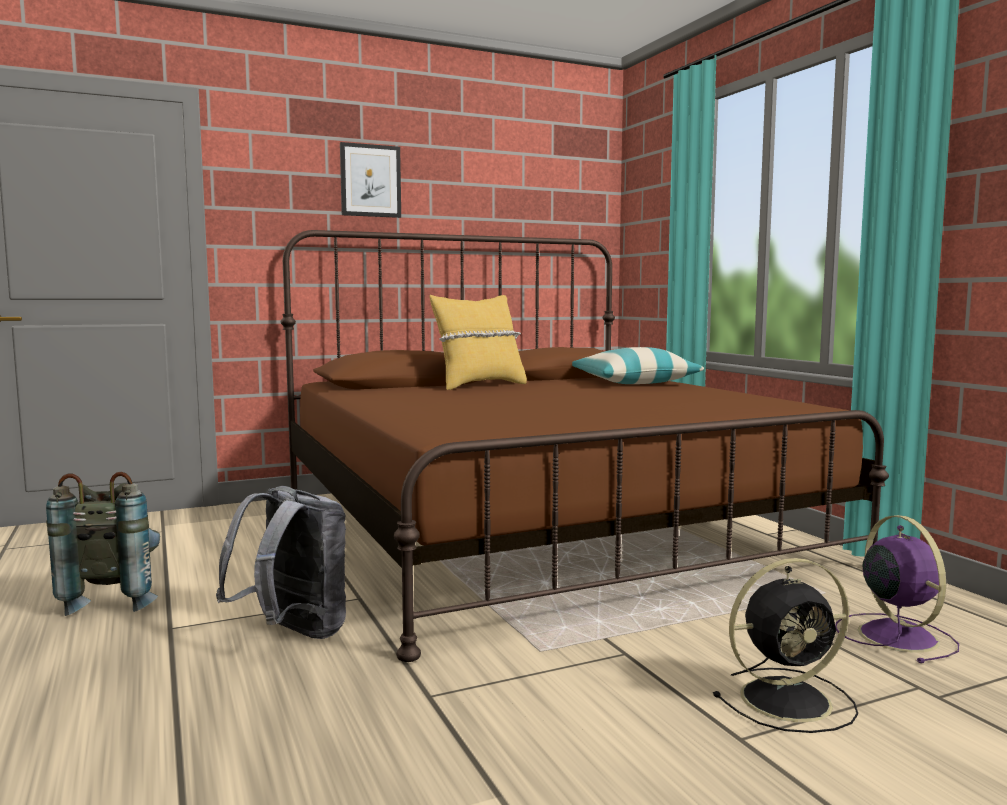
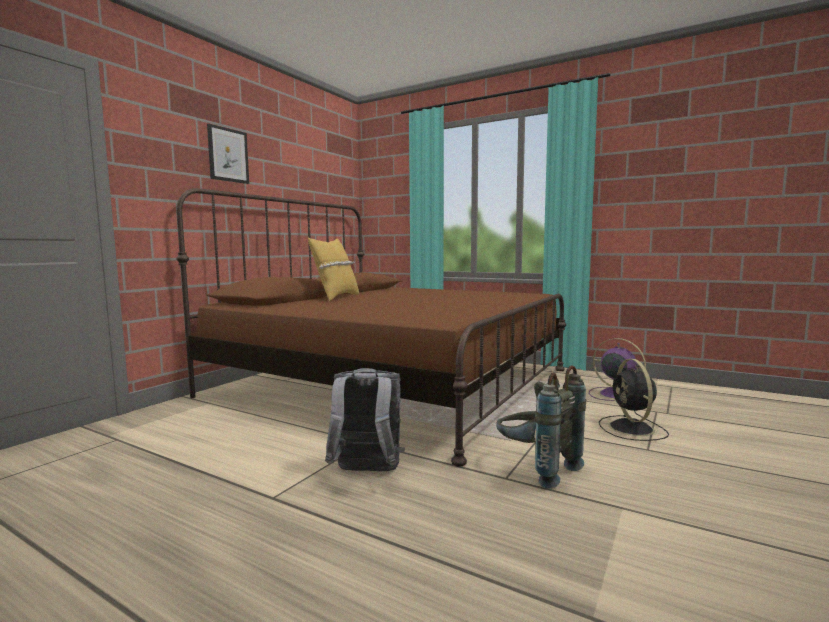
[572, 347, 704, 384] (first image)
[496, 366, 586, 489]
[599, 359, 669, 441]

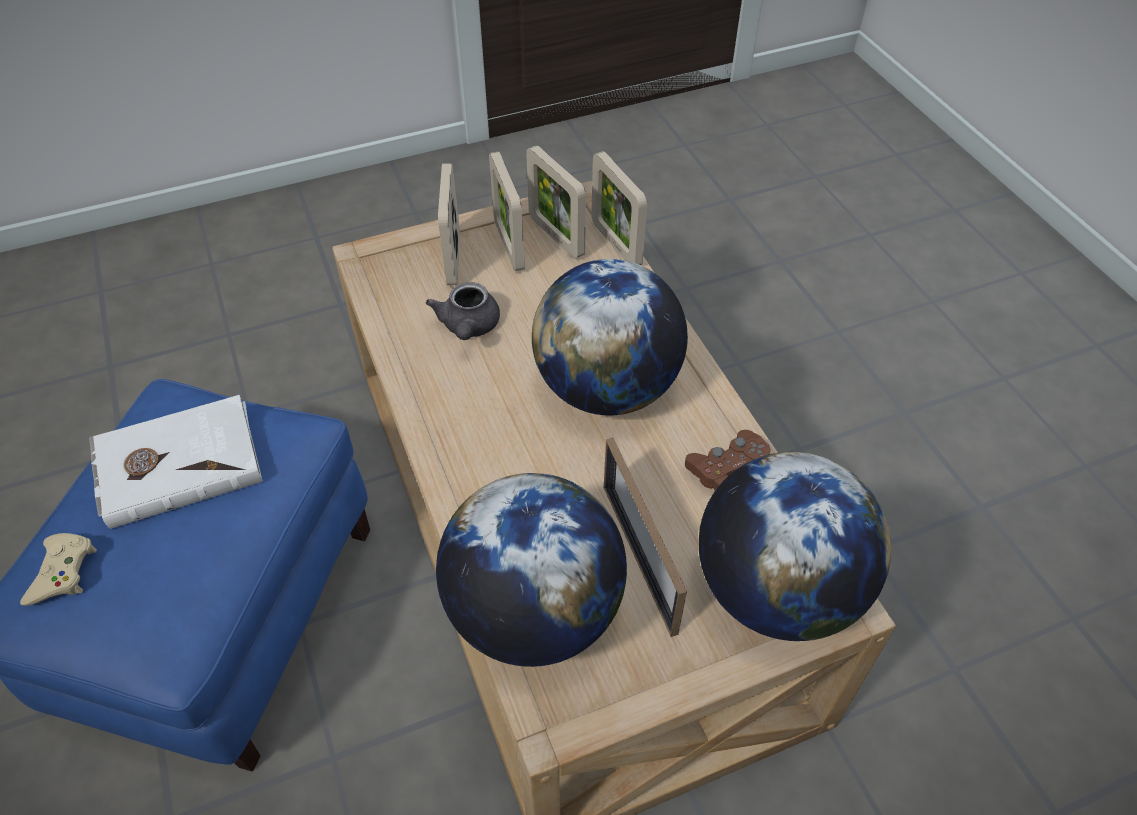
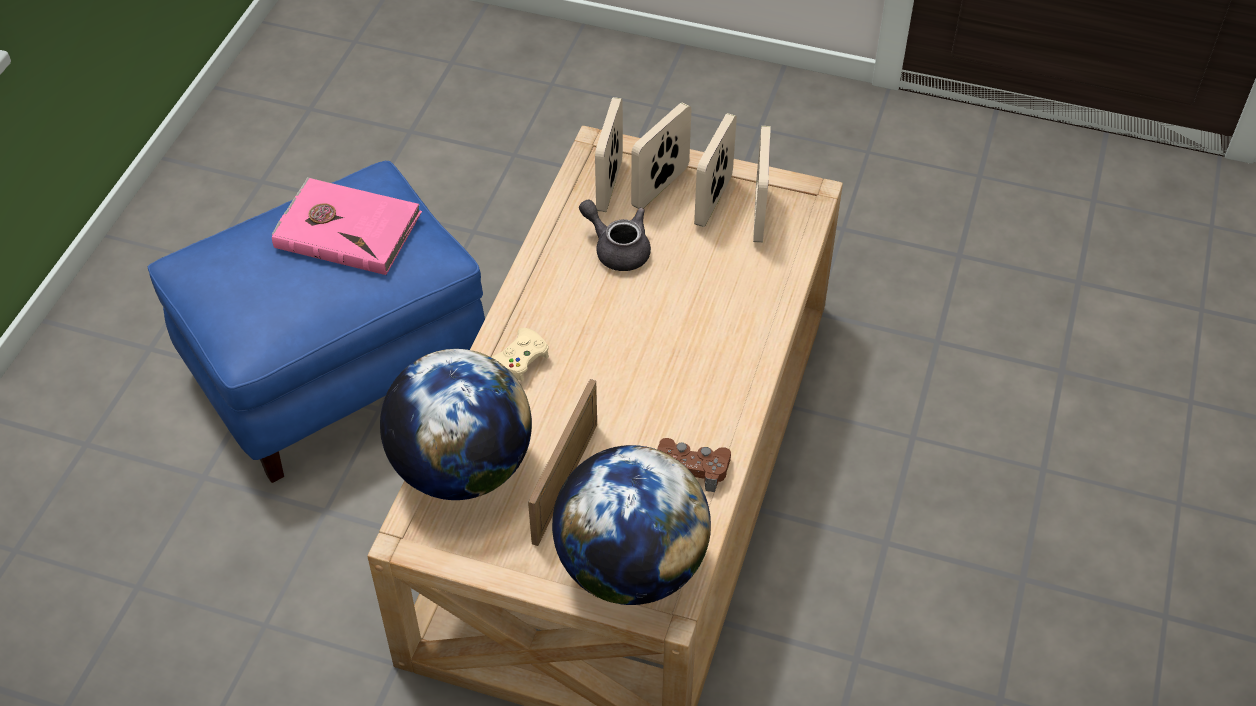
[595, 97, 623, 212]
[532, 259, 688, 415] (first image)
[579, 200, 651, 271]
[272, 177, 422, 275]
[492, 328, 549, 381]

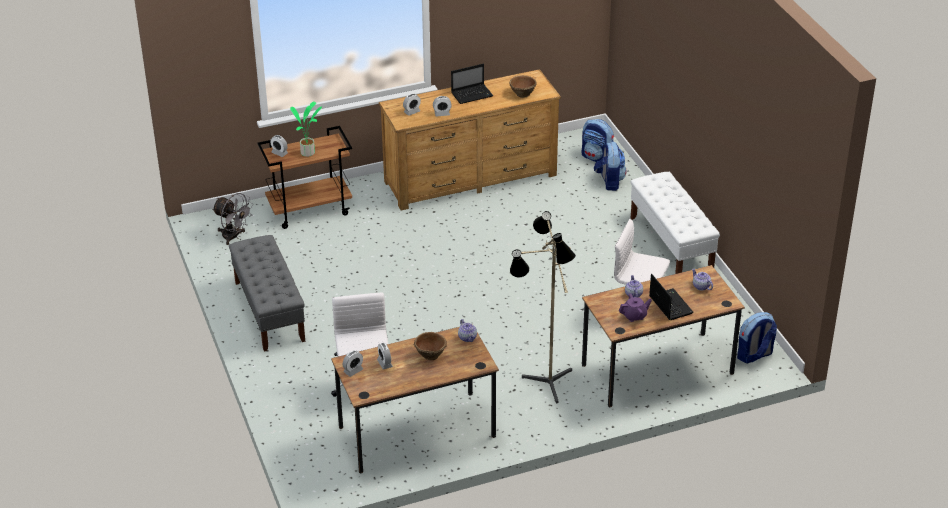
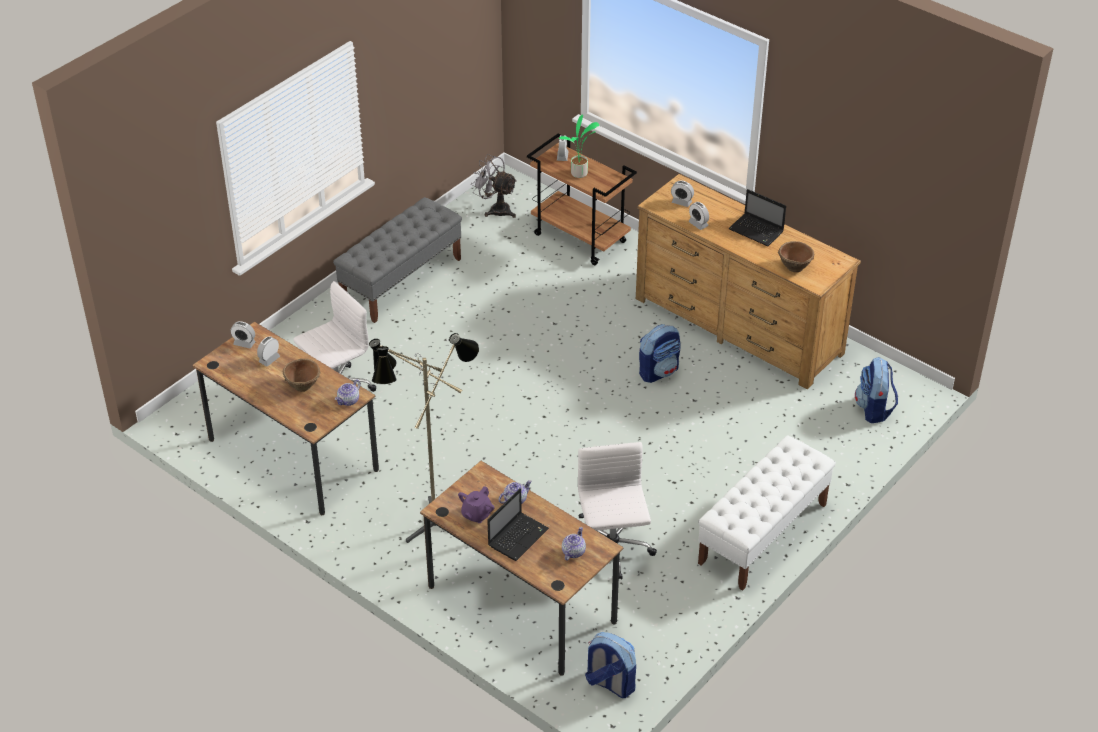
[639, 324, 681, 383]
[471, 154, 517, 218]
[458, 486, 495, 523]

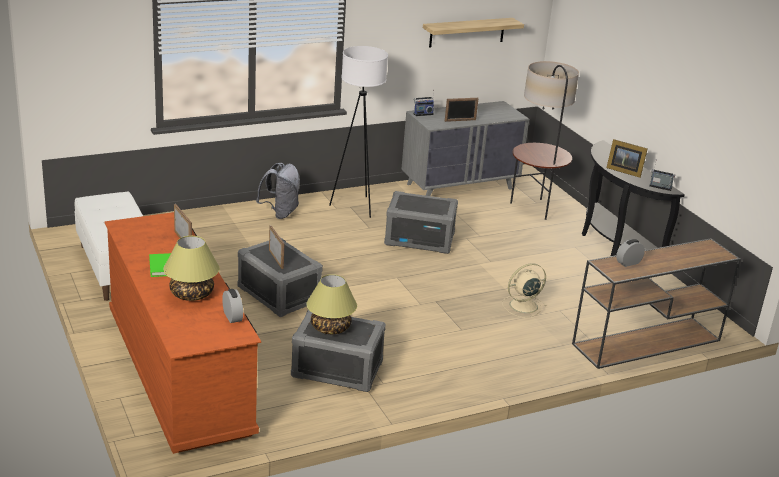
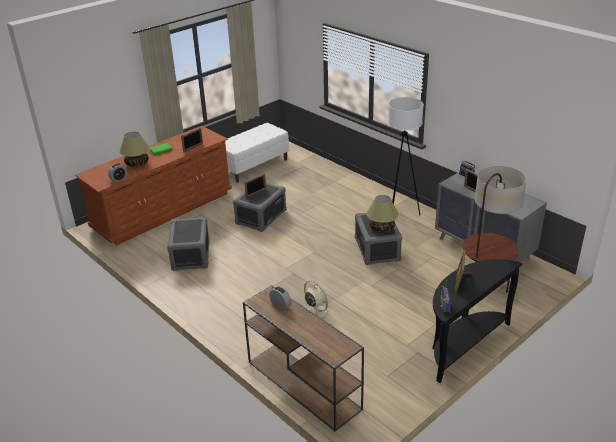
[423, 18, 524, 48] (first image)
[256, 163, 300, 219] (first image)
[366, 195, 398, 233]

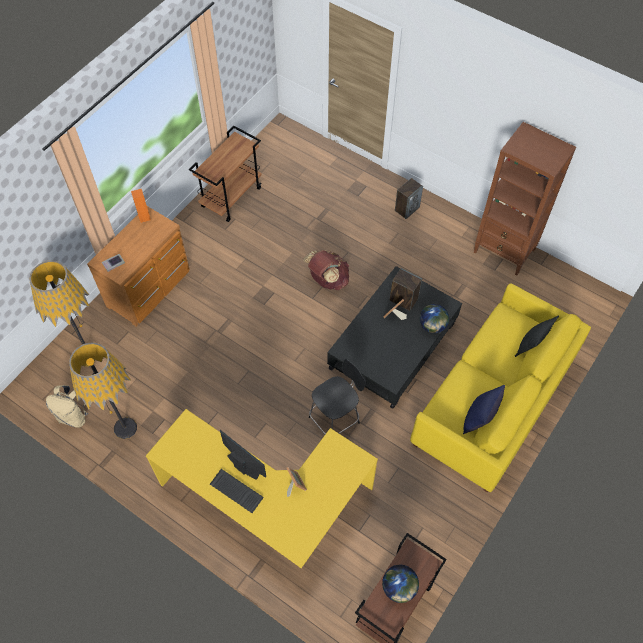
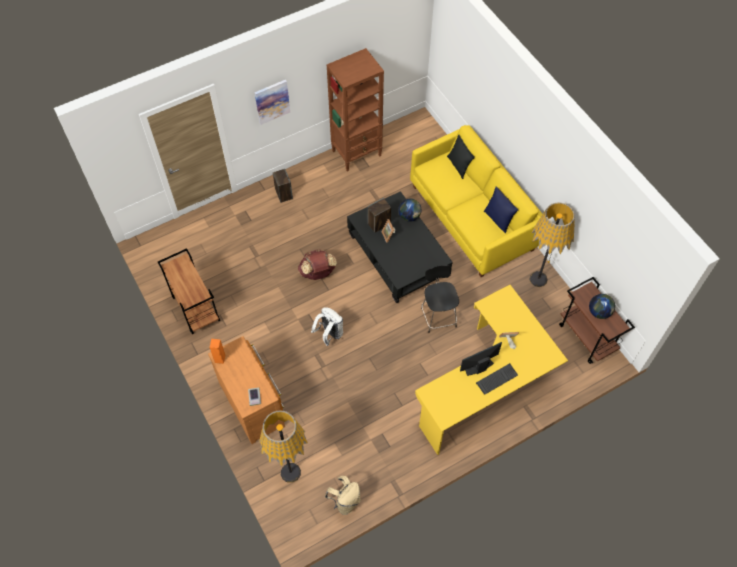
[529, 202, 575, 287]
[254, 80, 290, 125]
[311, 307, 343, 346]

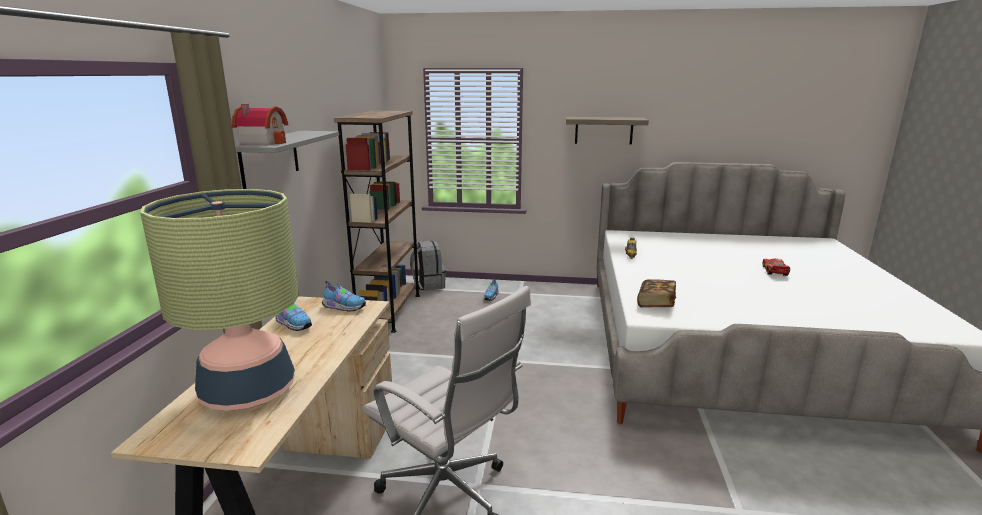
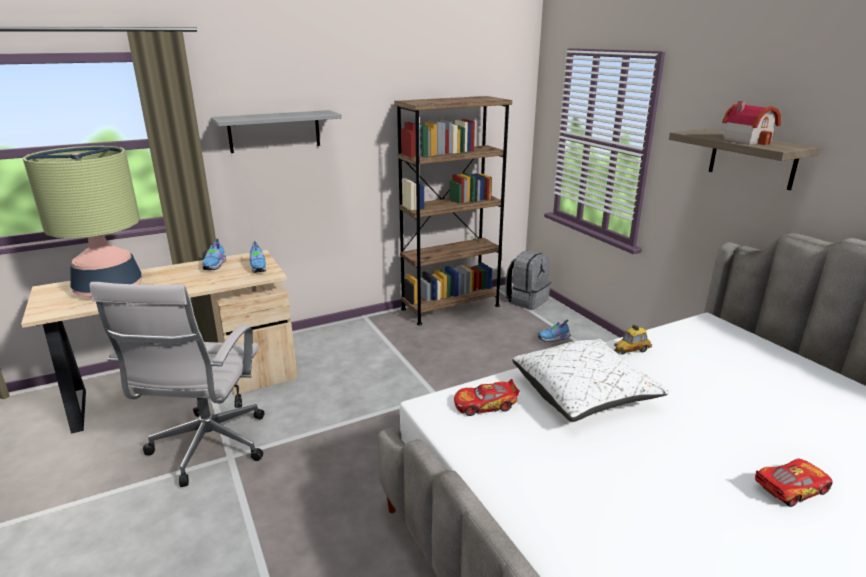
[722, 101, 781, 145]
[454, 379, 520, 416]
[512, 339, 669, 422]

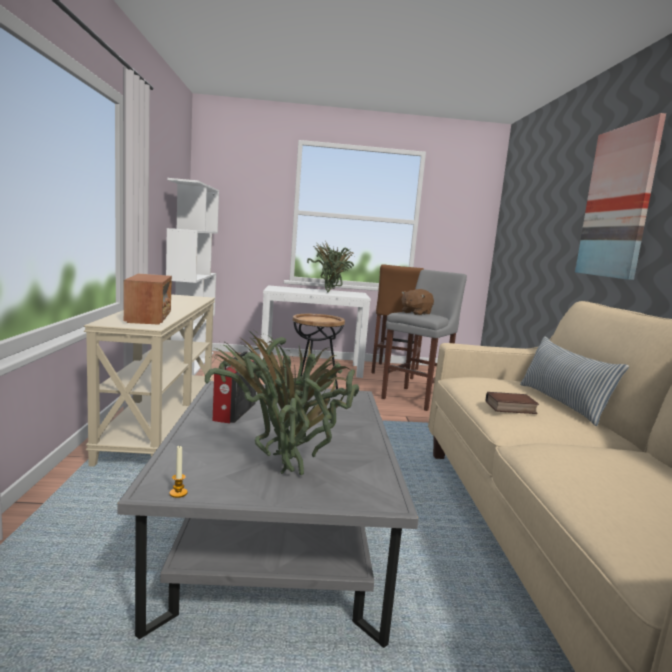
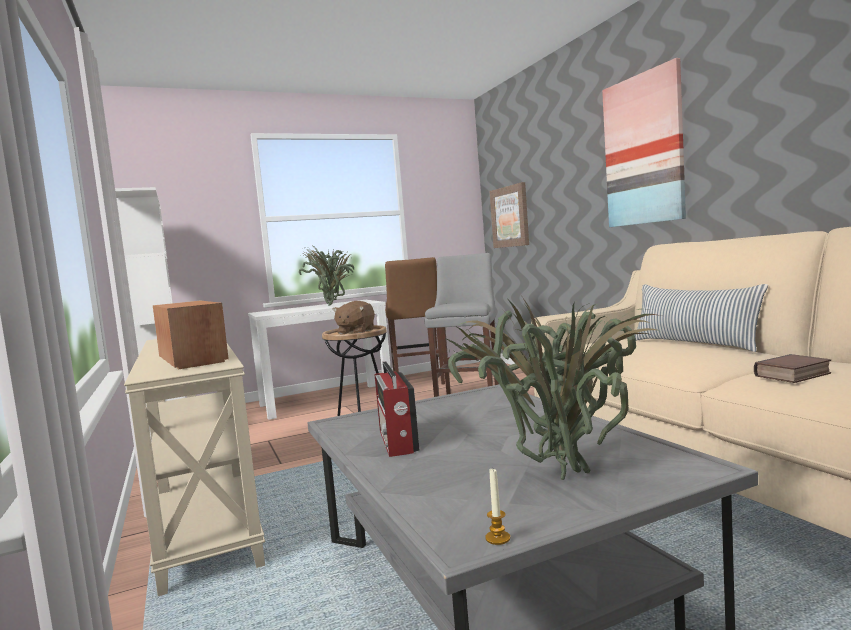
[332, 301, 375, 334]
[754, 354, 831, 383]
[489, 182, 529, 248]

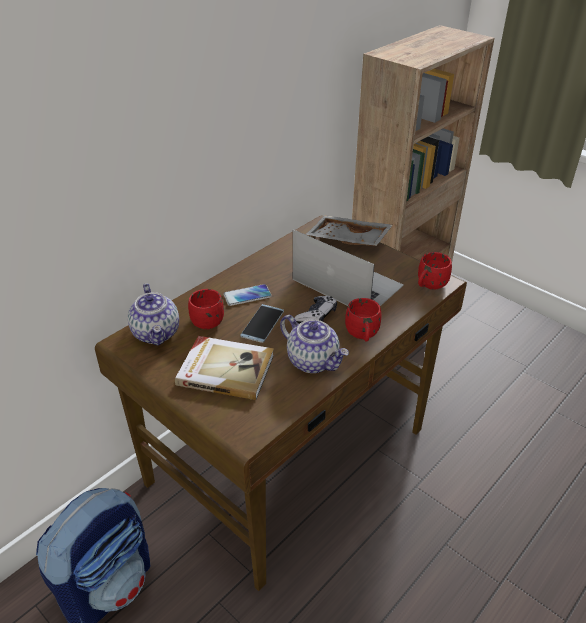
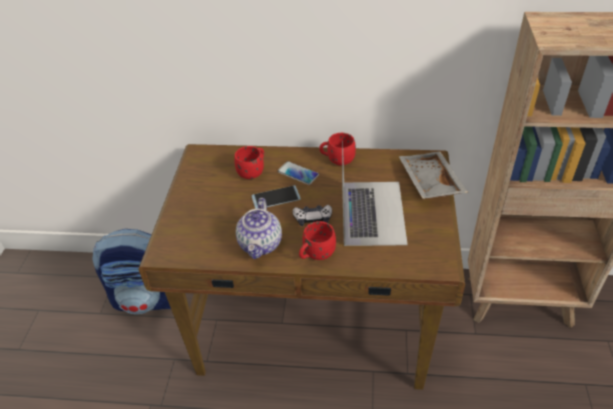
[319, 133, 356, 166]
[128, 283, 179, 346] (first image)
[175, 336, 274, 400] (first image)

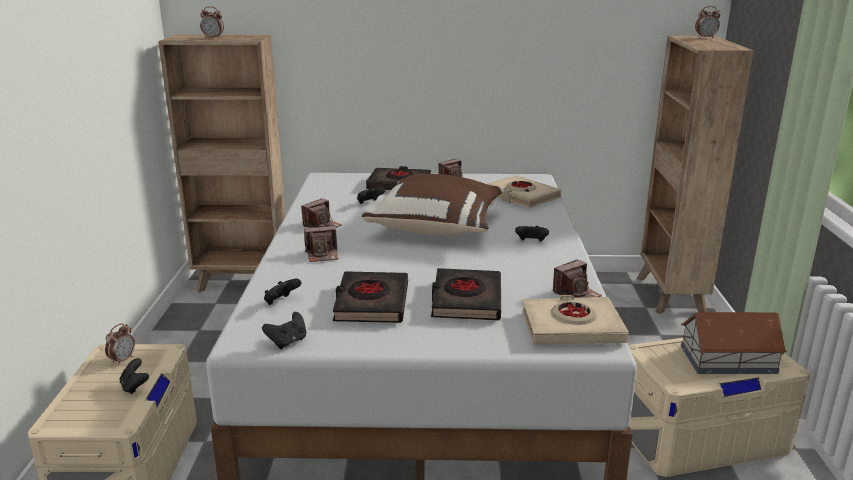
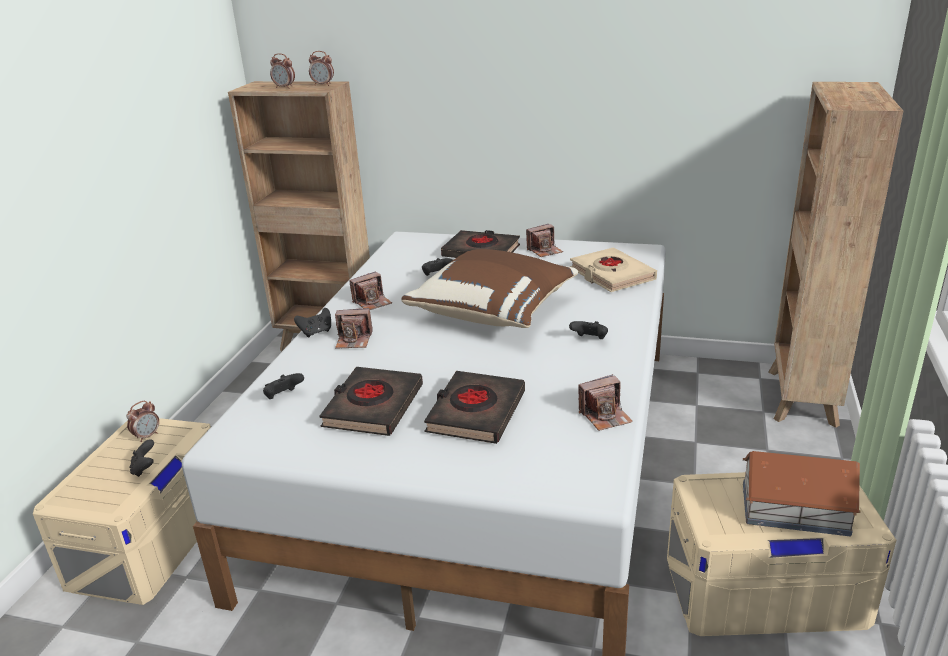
[309, 51, 334, 86]
[522, 295, 629, 344] (first image)
[294, 308, 331, 337]

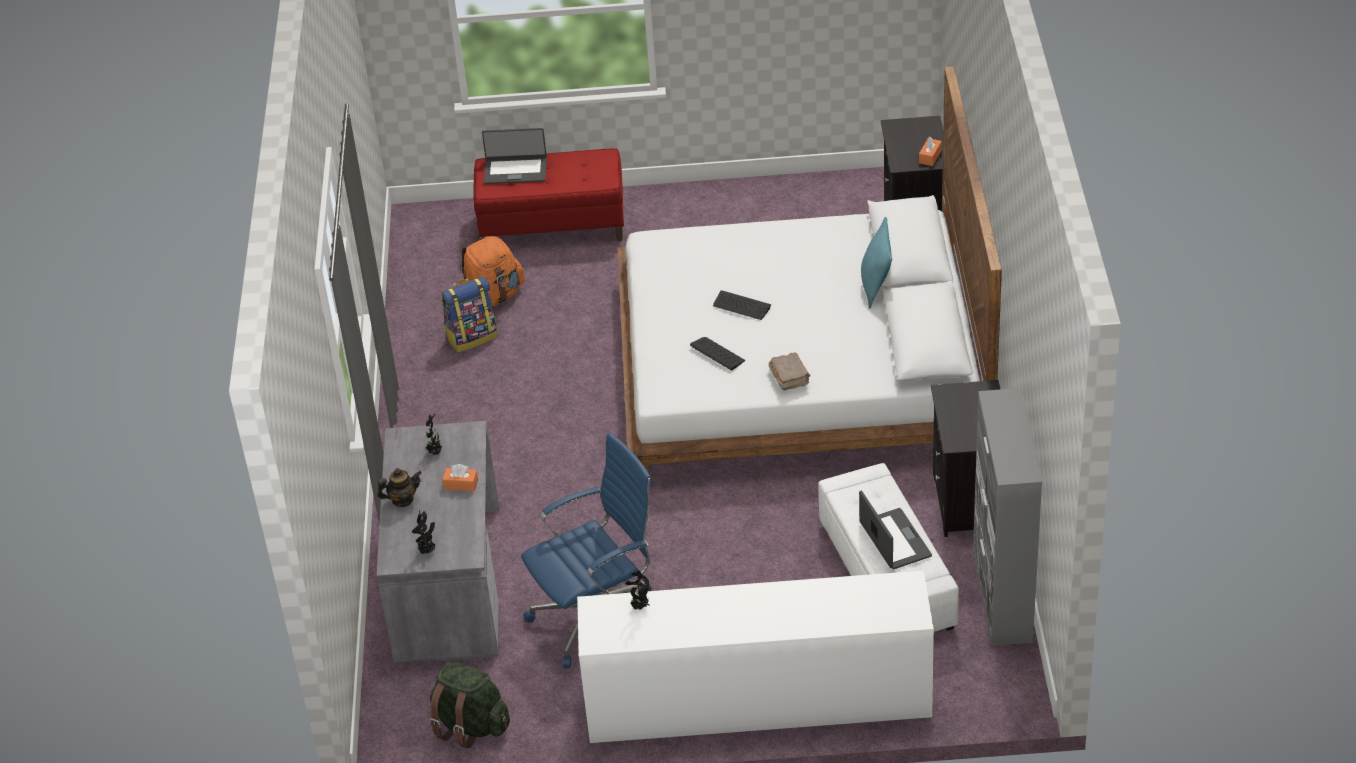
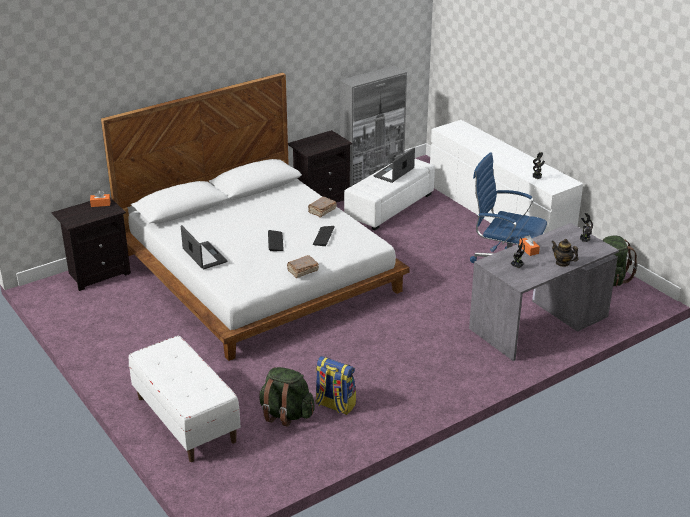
[181, 225, 228, 269]
[129, 336, 240, 462]
[861, 217, 892, 308] (first image)
[259, 367, 315, 427]
[287, 255, 319, 278]

